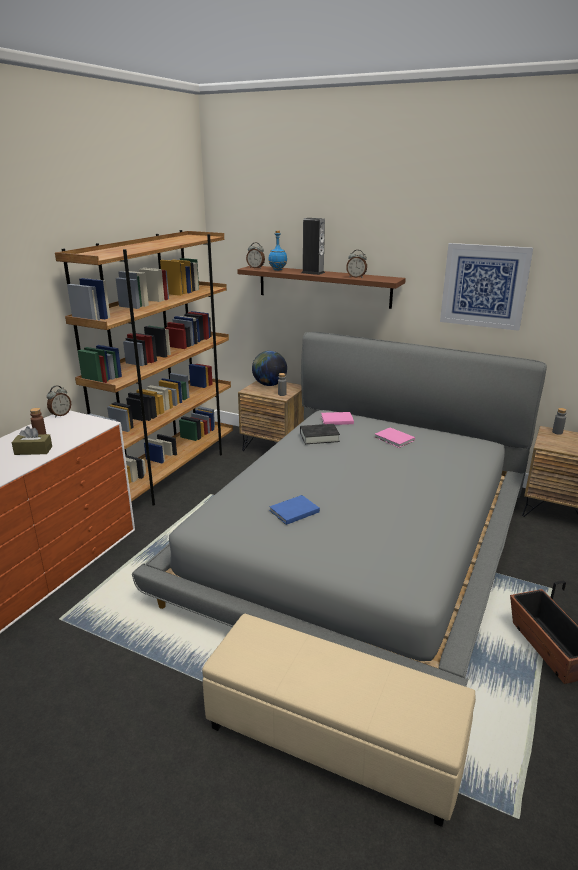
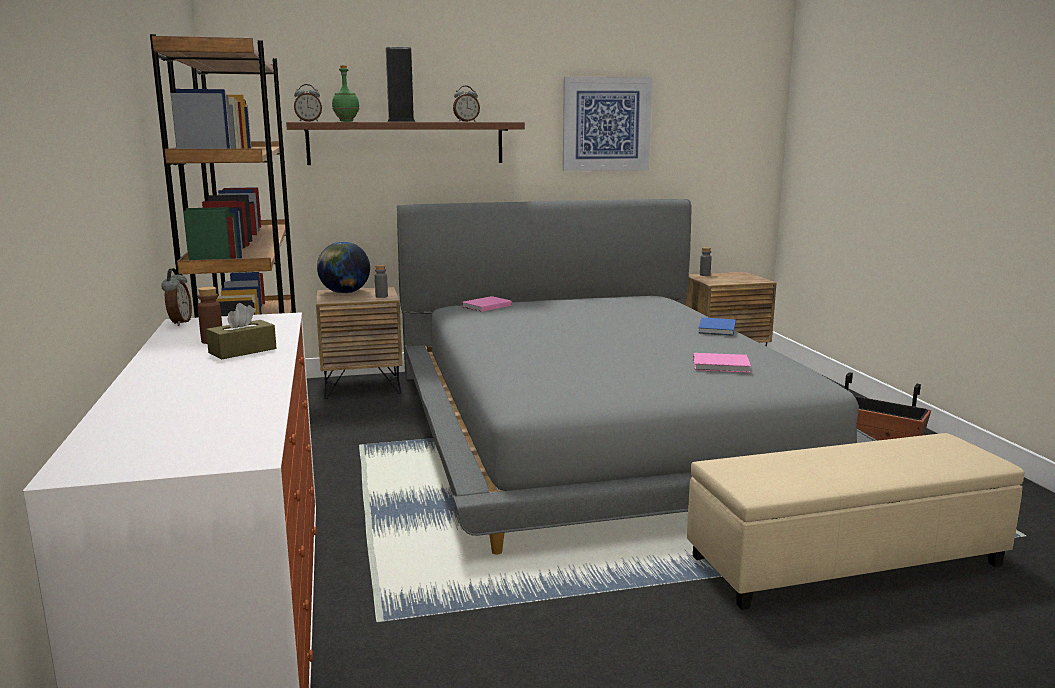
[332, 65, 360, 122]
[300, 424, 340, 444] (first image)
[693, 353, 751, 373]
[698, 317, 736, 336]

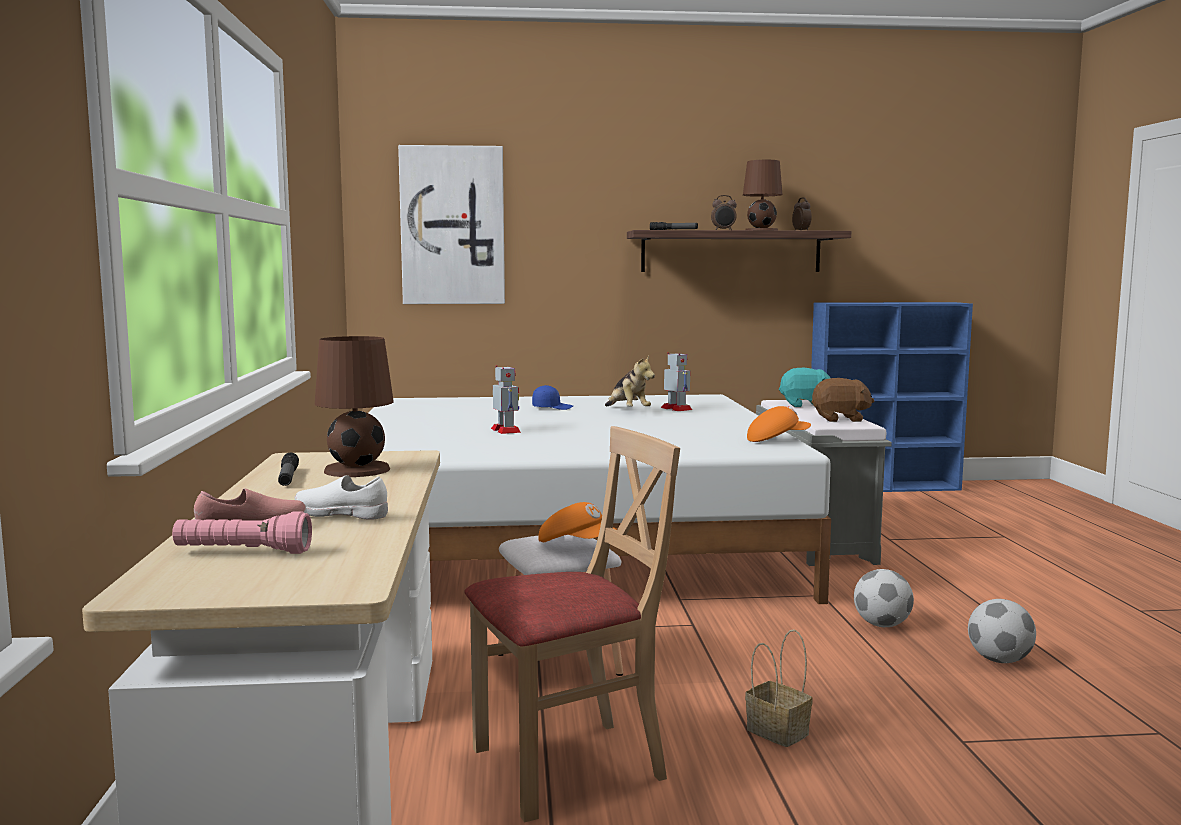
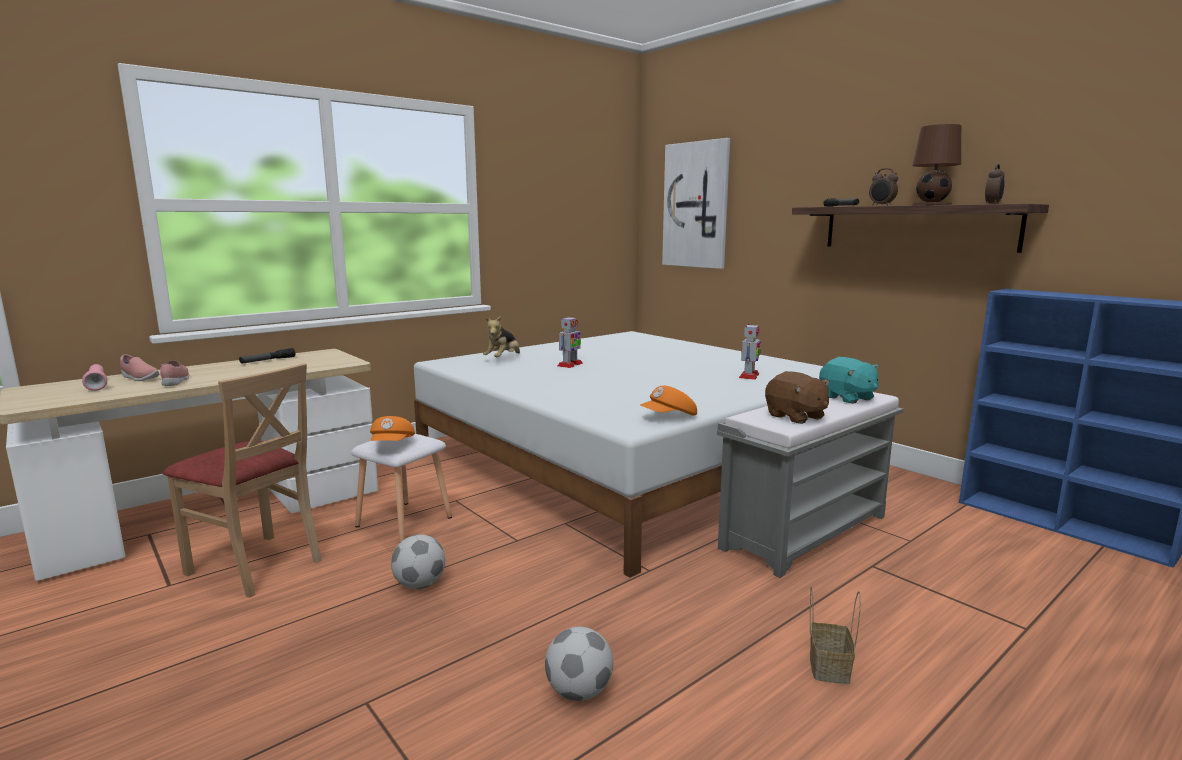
[315, 336, 394, 477] (first image)
[483, 316, 520, 357]
[532, 385, 573, 410] (first image)
[640, 386, 697, 416]
[160, 360, 189, 386]
[391, 534, 445, 589]
[810, 586, 861, 684]

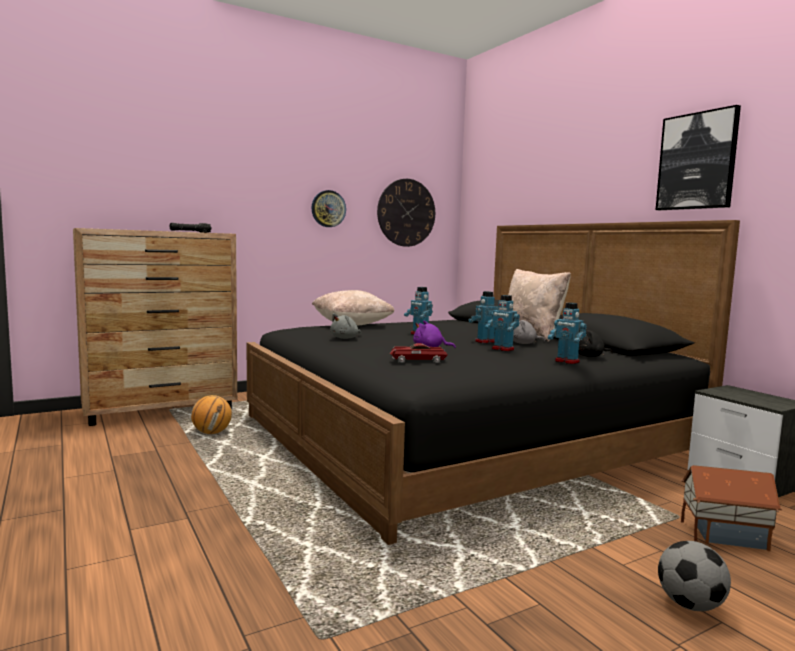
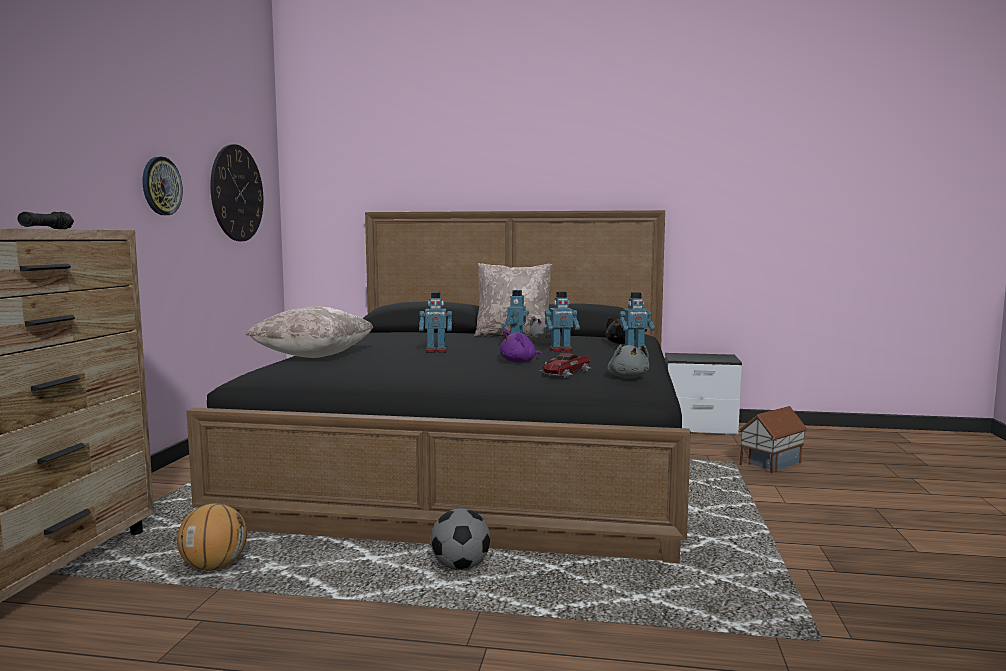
[656, 105, 741, 210] (first image)
[607, 344, 649, 379]
[431, 508, 490, 570]

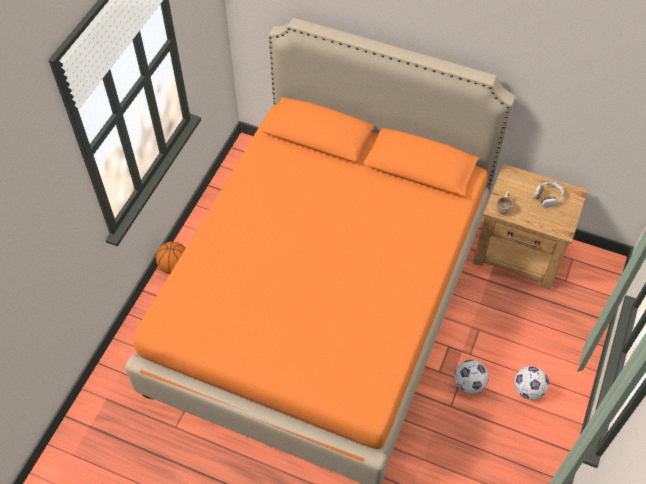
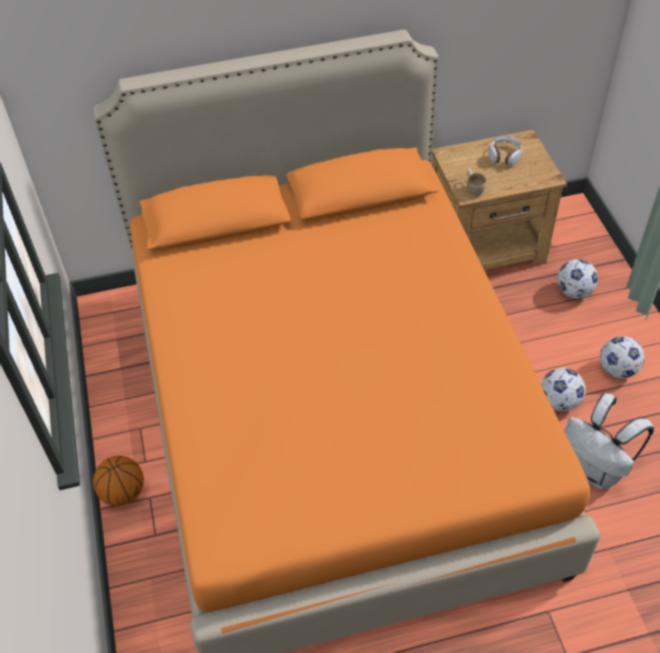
[557, 259, 598, 299]
[564, 393, 654, 489]

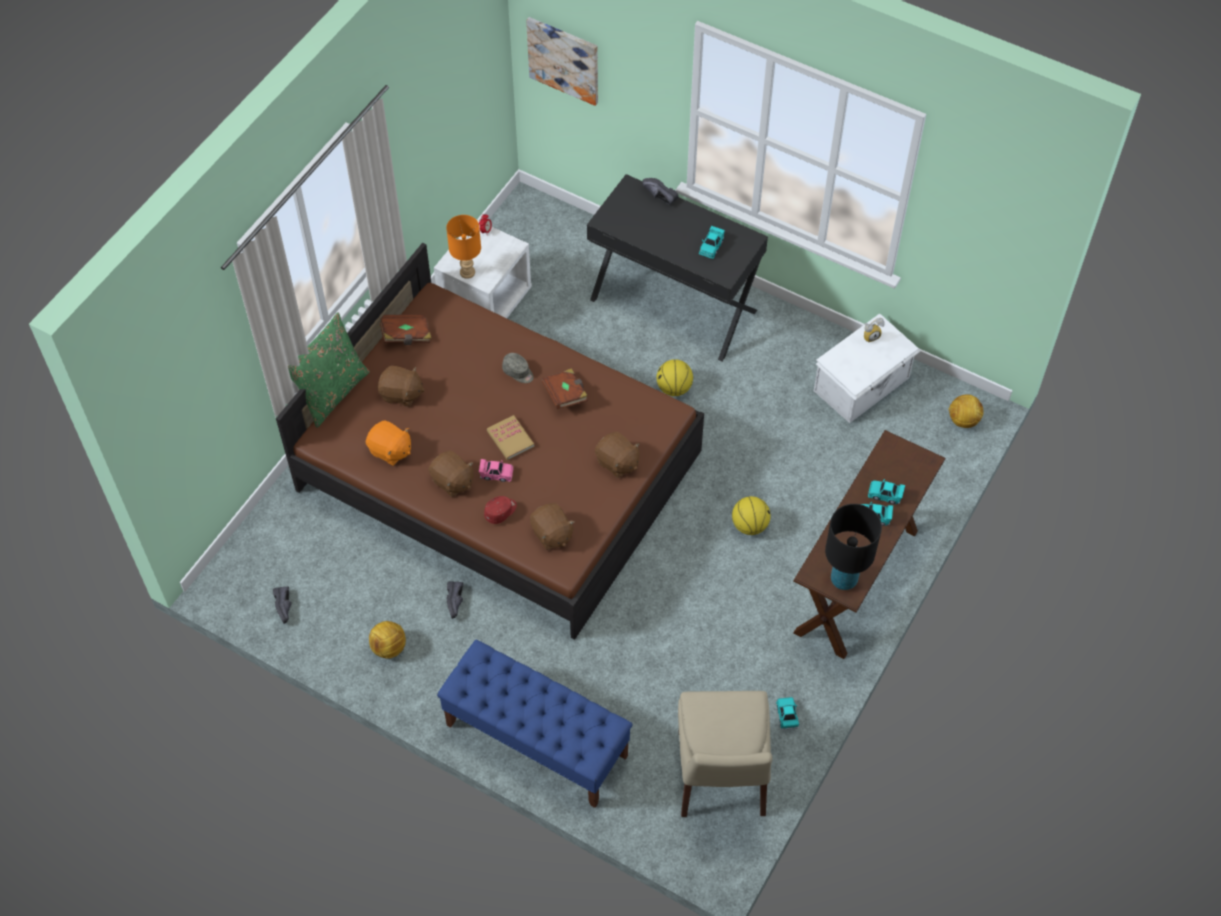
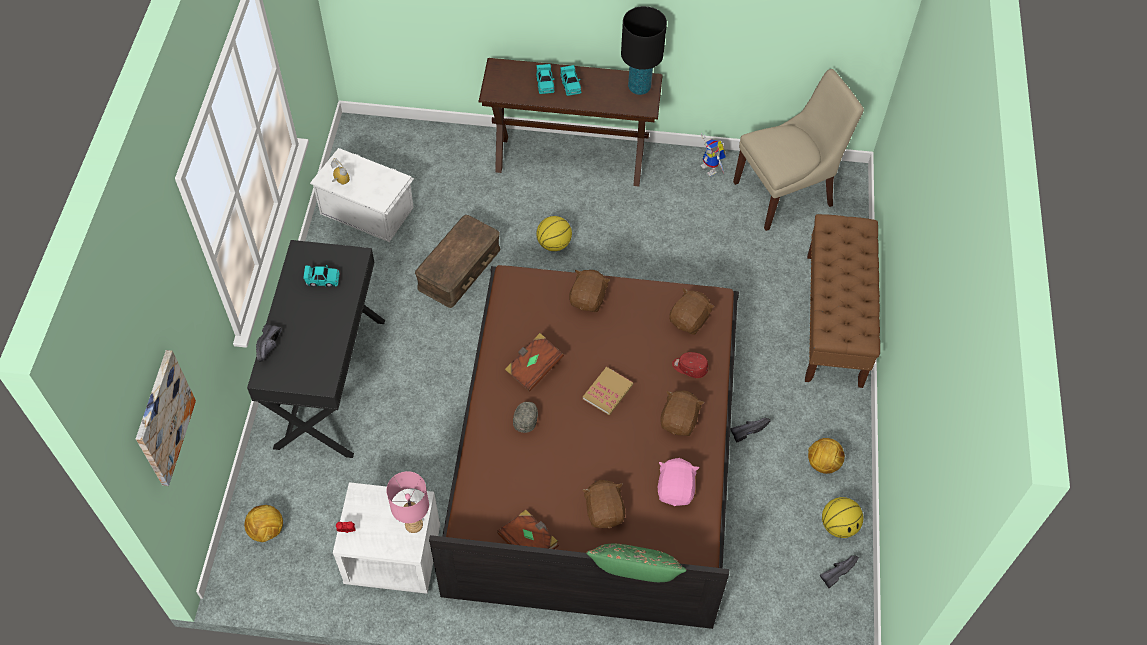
[386, 471, 429, 533]
[822, 497, 863, 538]
[244, 505, 283, 542]
[658, 458, 699, 506]
[479, 459, 513, 482] (first image)
[805, 214, 880, 388]
[701, 133, 726, 177]
[415, 215, 500, 308]

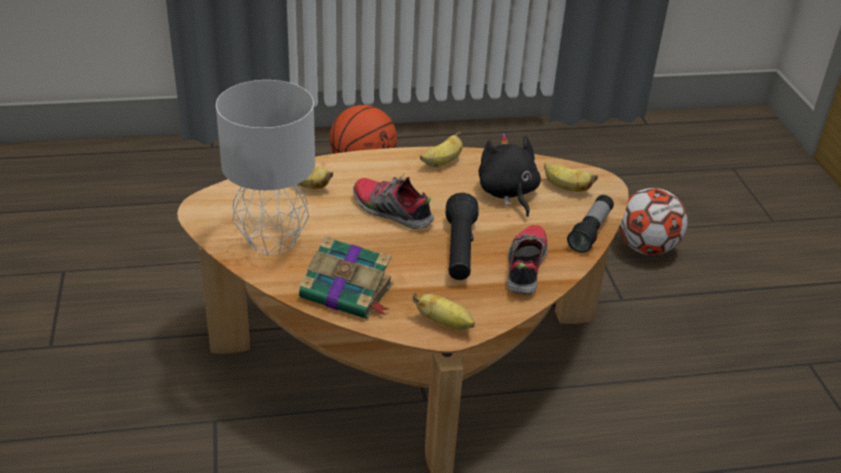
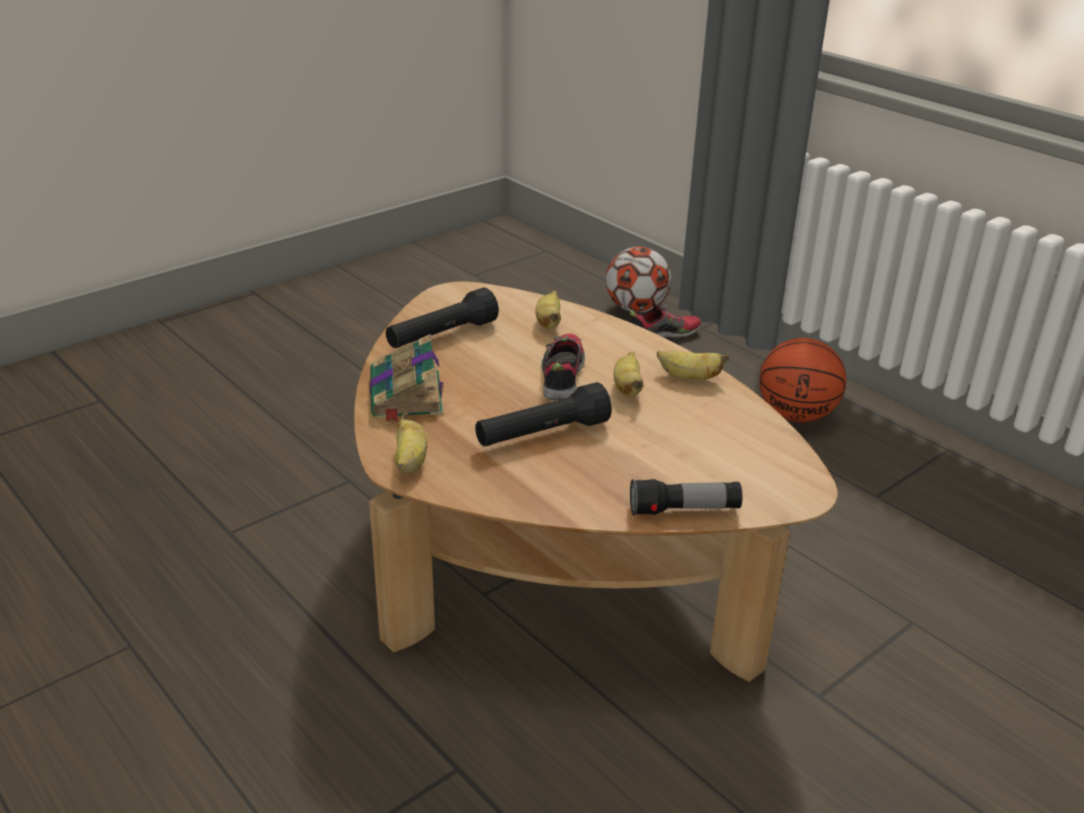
[386, 287, 499, 348]
[479, 133, 541, 217] (first image)
[614, 352, 644, 397]
[606, 247, 671, 313]
[629, 303, 702, 338]

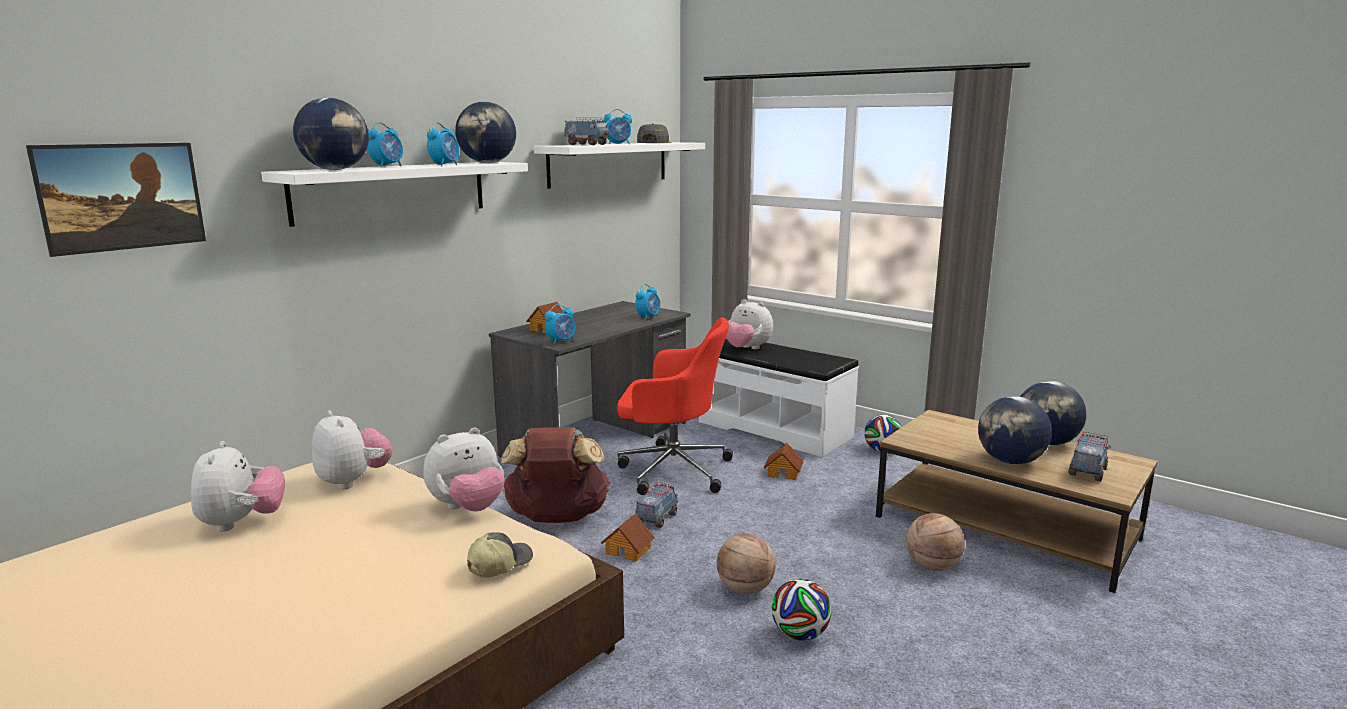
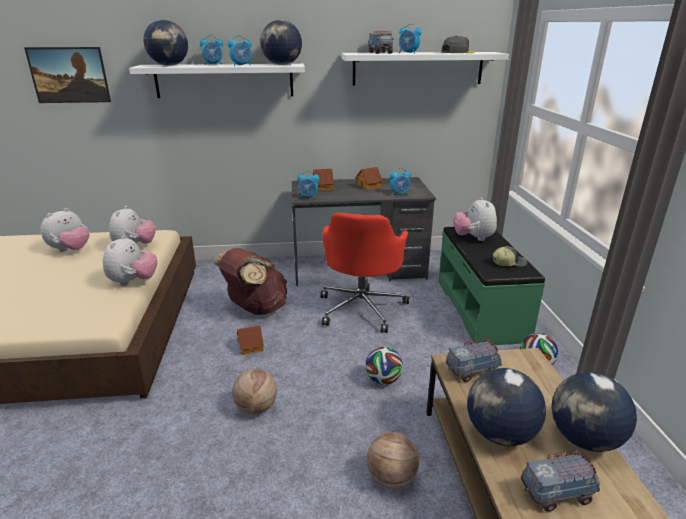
[321, 212, 409, 333]
[438, 227, 545, 345]
[103, 235, 157, 286]
[355, 167, 383, 190]
[446, 338, 502, 382]
[493, 246, 527, 267]
[365, 347, 403, 385]

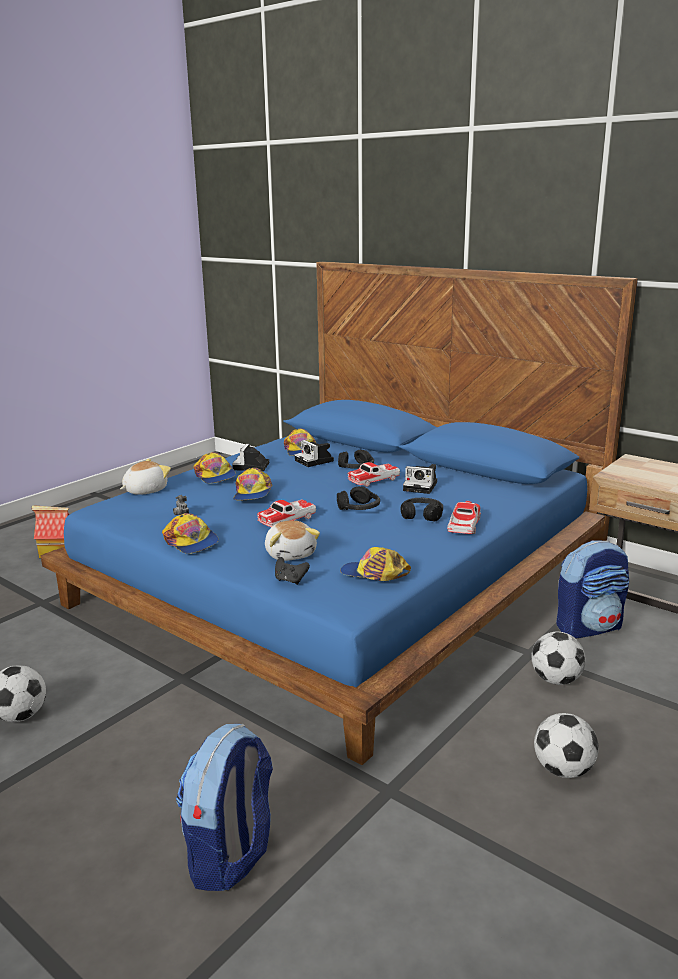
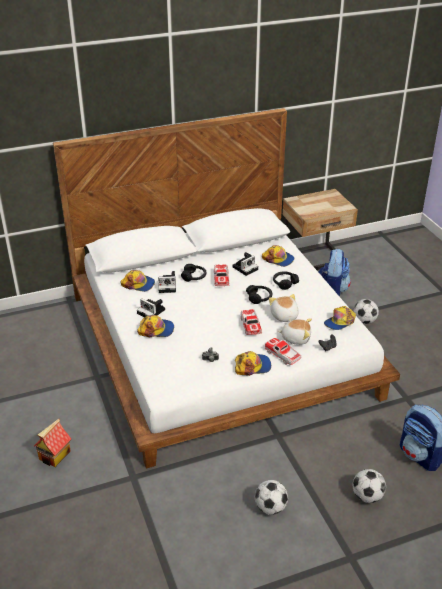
[53, 108, 400, 469]
[269, 294, 299, 322]
[262, 245, 294, 267]
[265, 338, 301, 365]
[353, 469, 386, 503]

